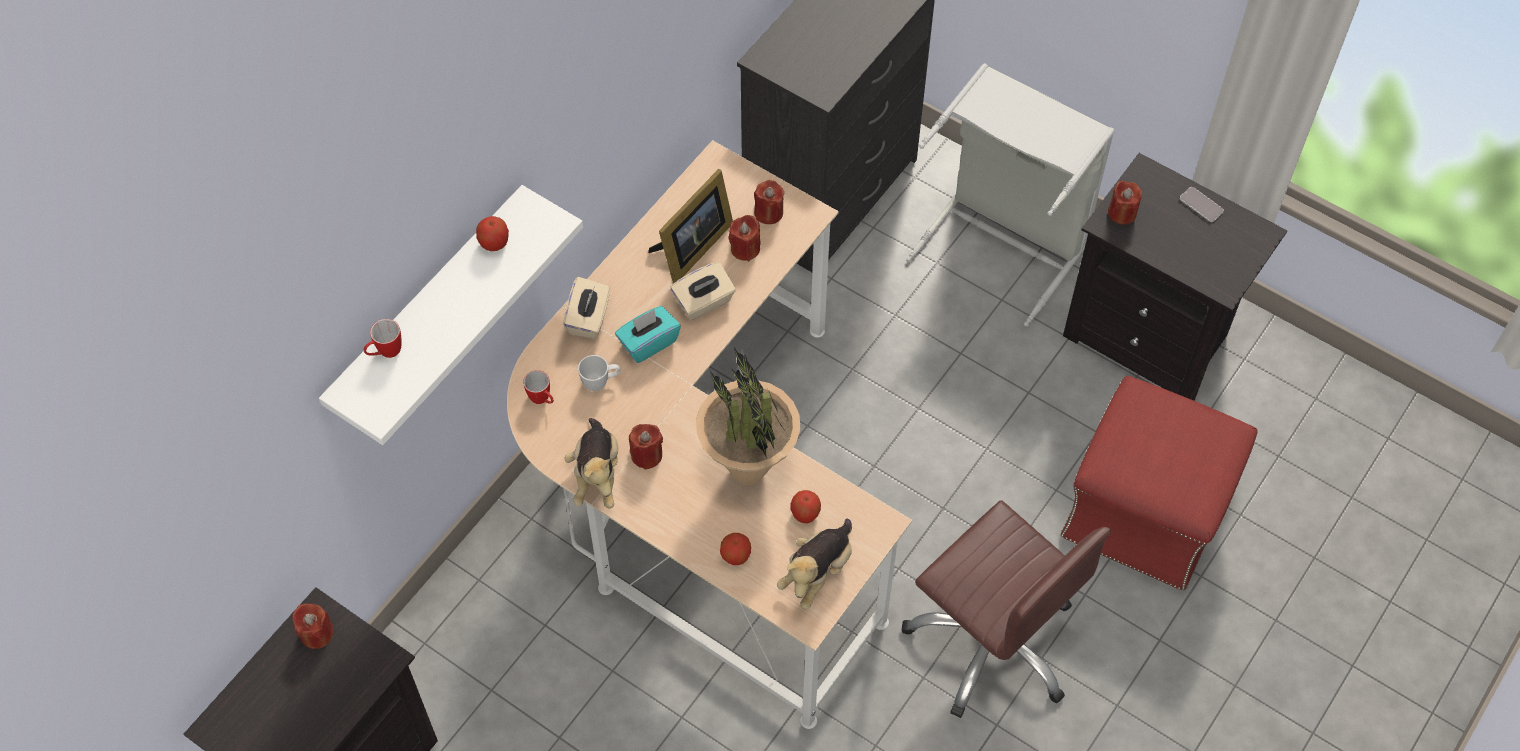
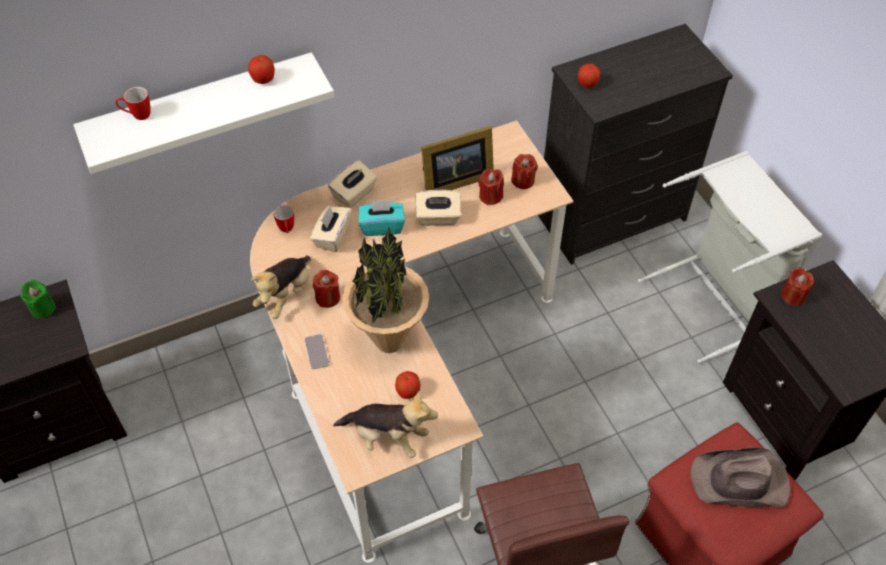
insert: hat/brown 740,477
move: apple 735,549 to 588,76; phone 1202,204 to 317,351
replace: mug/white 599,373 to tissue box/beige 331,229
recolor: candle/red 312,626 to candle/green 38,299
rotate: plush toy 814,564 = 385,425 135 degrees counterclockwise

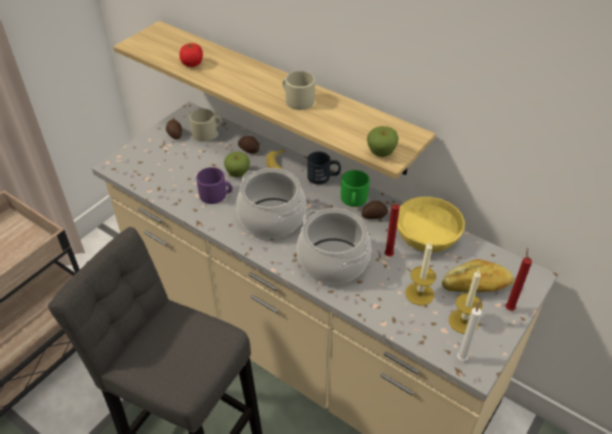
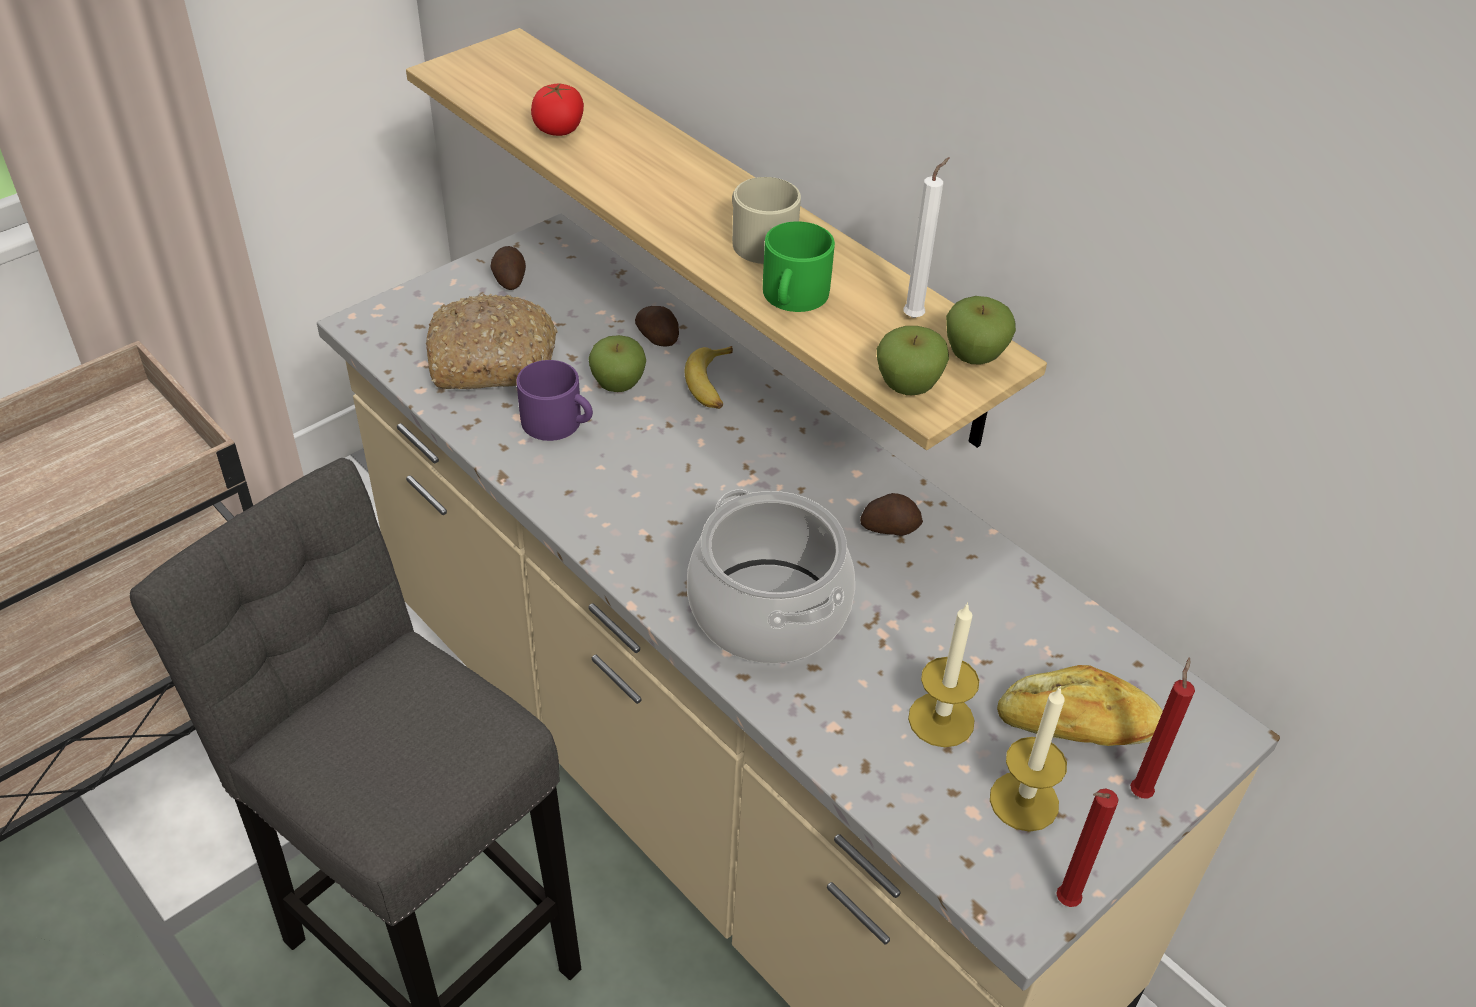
delete: mug/beige 205,125; cooking pot 271,203; mug/black 324,168; bowl/yellow 431,225
insert: bread 492,341; apple 981,330
move: mug/green 355,188 to 799,266; candle/red 392,230 to 1087,848; candle/white 470,330 to 927,237

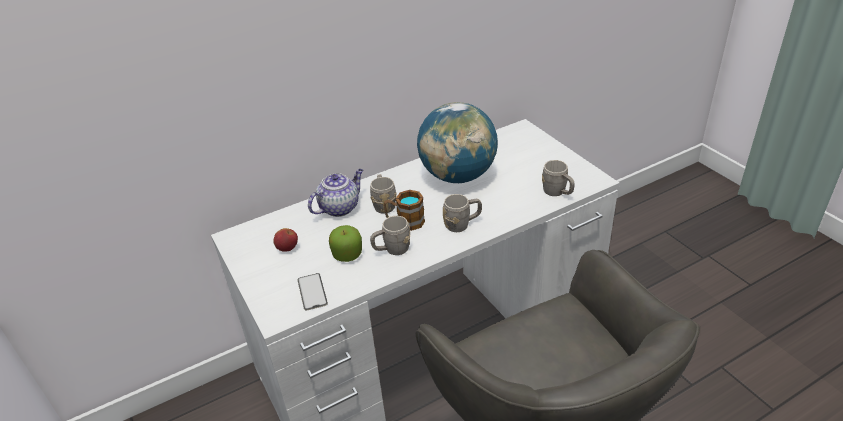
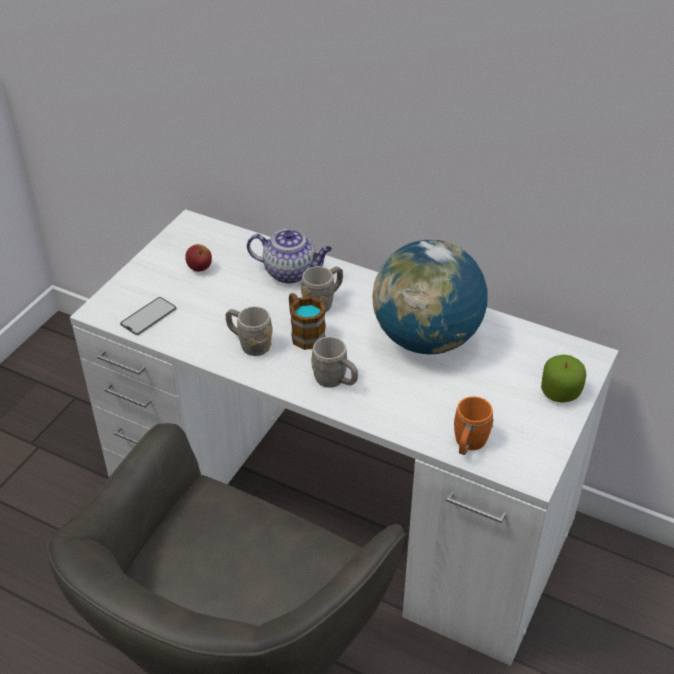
move: apple 345,243 to 563,379
recolor: mug/grey 558,178 to mug/orange 474,425

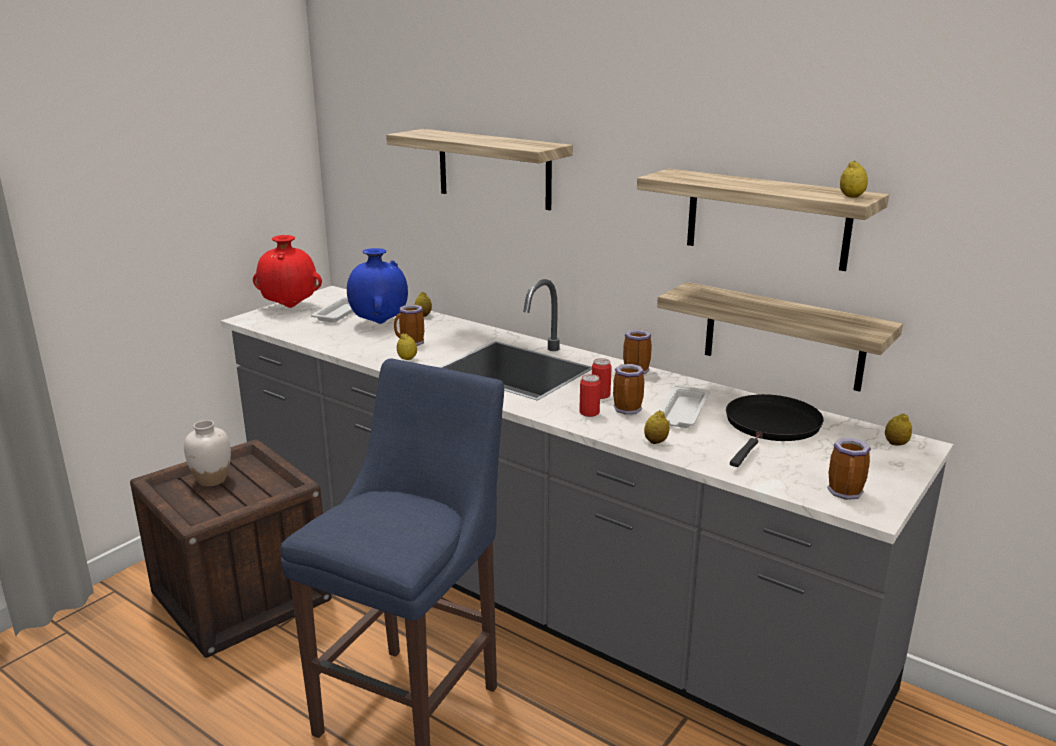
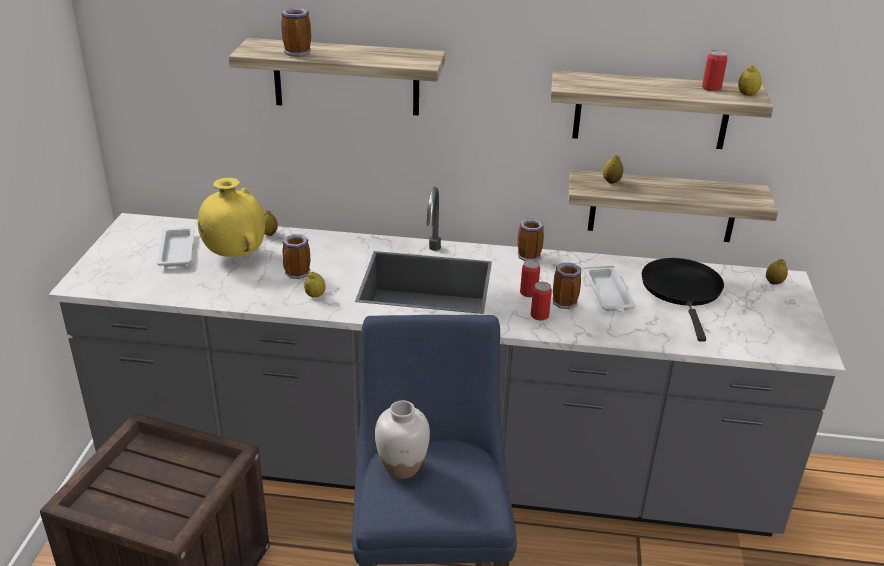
delete: vase/red 287,271
insert: can 714,70
move: vase/white 207,453 to 402,439; lemon 656,427 to 613,169; mug 849,469 to 296,32
recolor: vase/blue 377,286 to vase/yellow 231,217

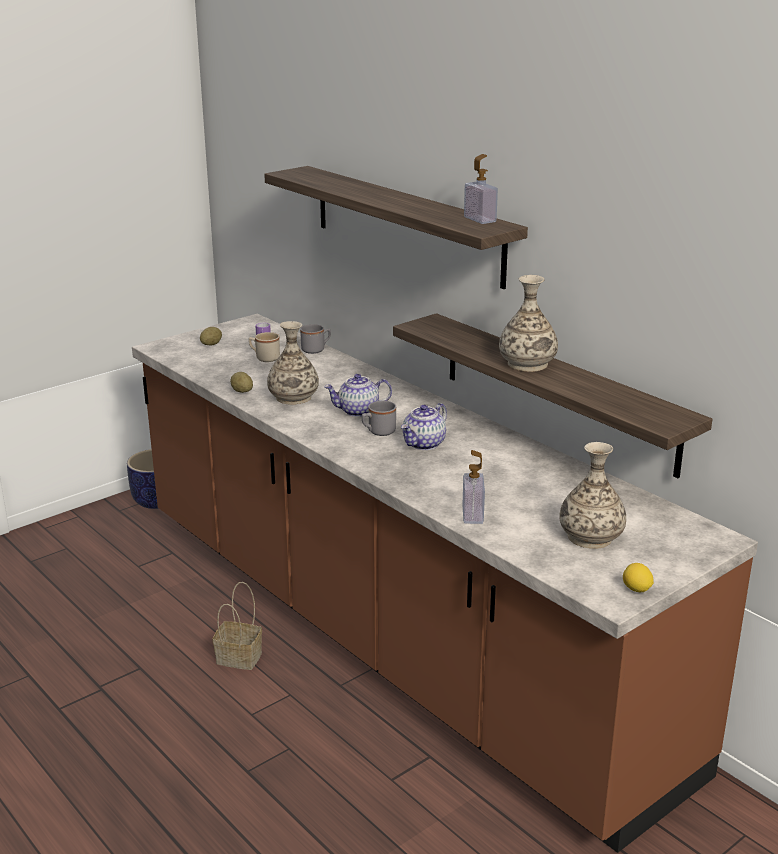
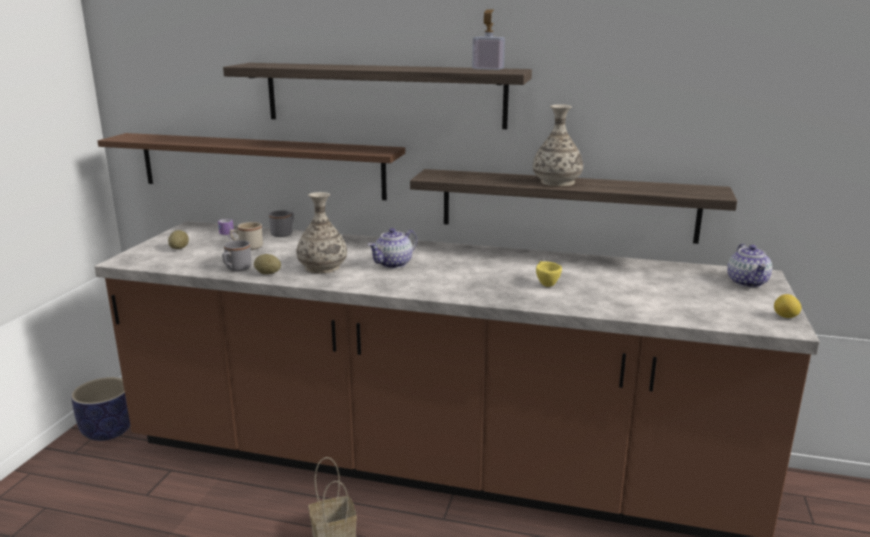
delete: soap dispenser 473,487; vase 592,495
insert: shelf/brown 251,166; cup/yellow 549,274
move: mug/grey 379,418 to 237,255; teapot 424,426 to 749,265

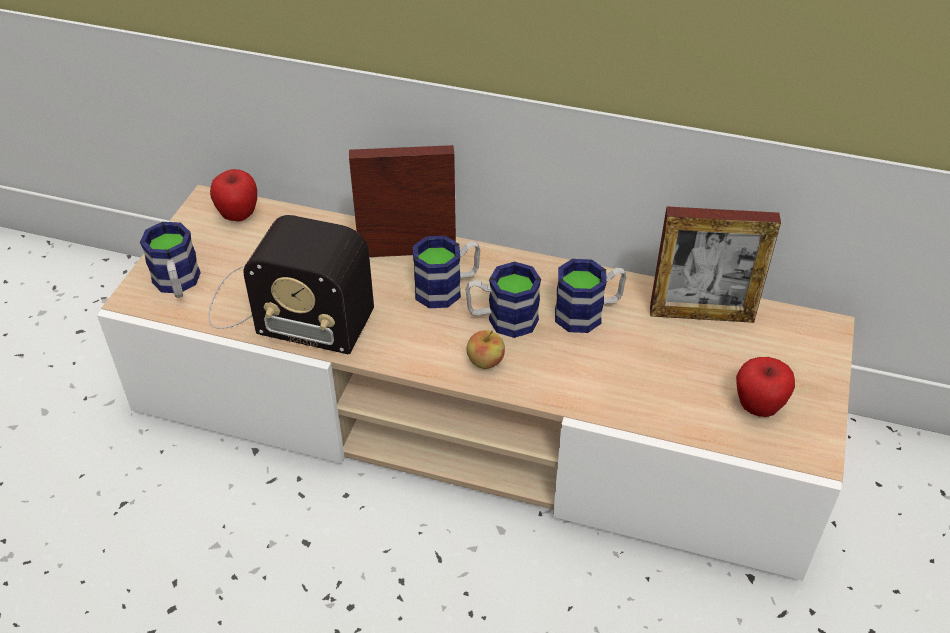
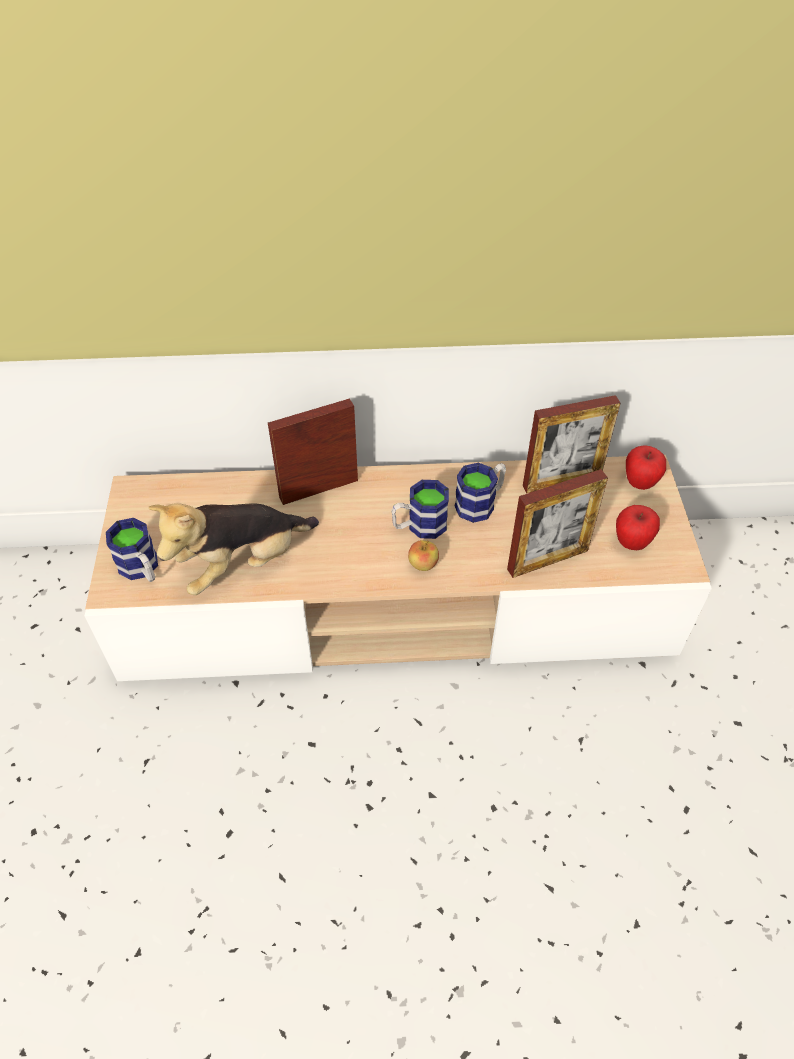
delete: mug 446,272
insert: picture frame 557,523
move: apple 233,195 to 646,467
replace: radio 291,284 to plush toy 233,549

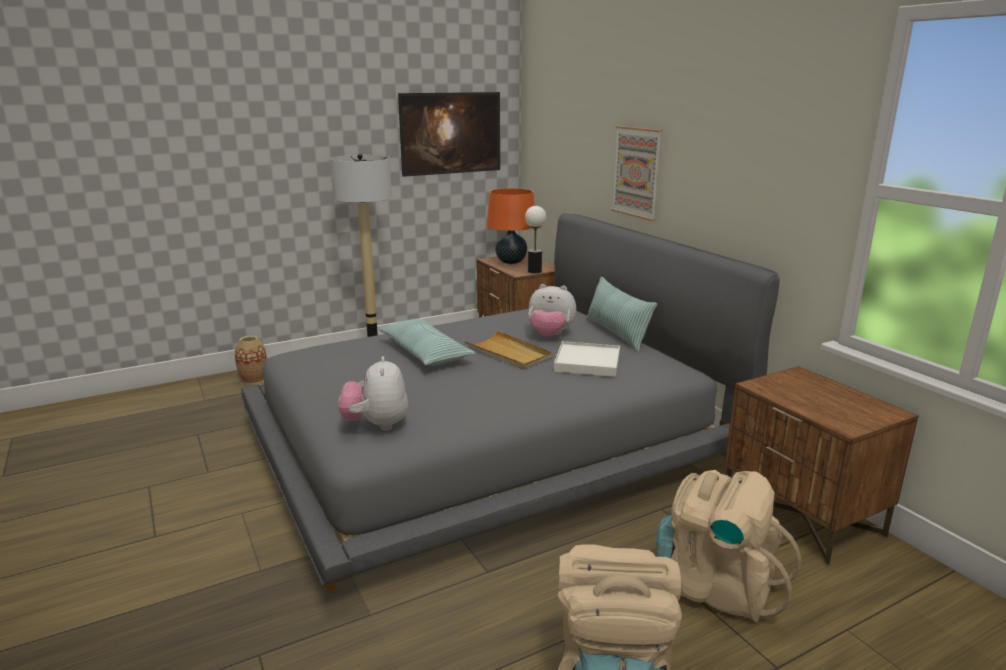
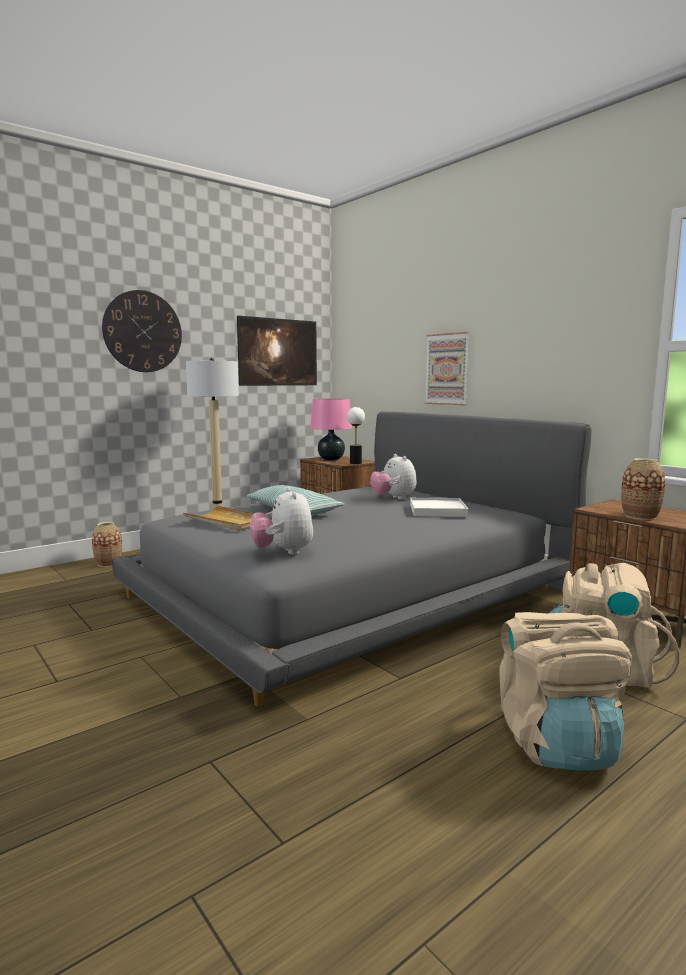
delete: pillow 621,314
insert: wall clock 142,331; vase 643,489
move: tray/beige 508,350 to 218,518
recolor: table lamp/orange 511,226 to table lamp/pink 331,429
rotate: plush toy 552,310 = 393,477 60 degrees clockwise

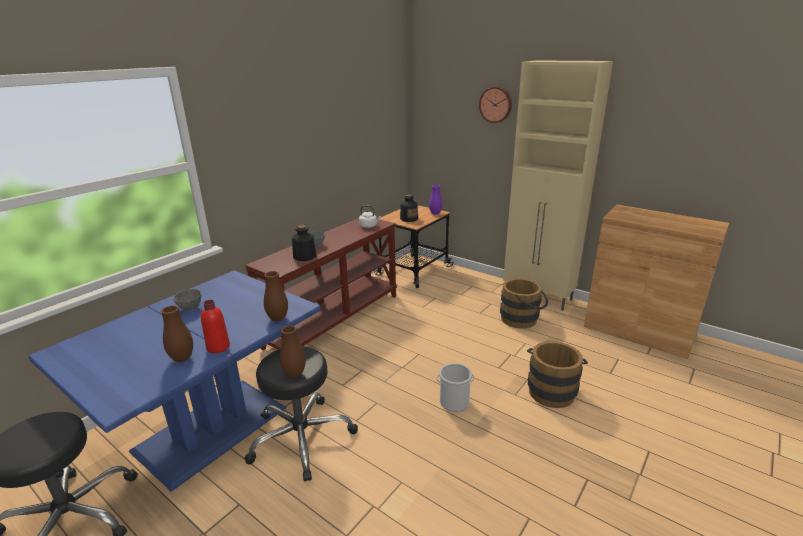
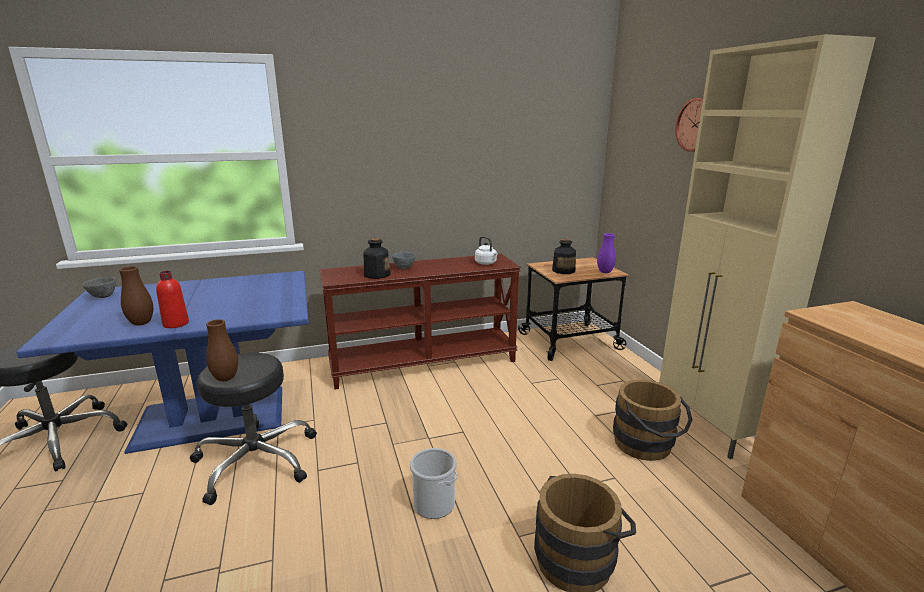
delete: vase/brown 276,296
move: bowl/grey 187,300 to 99,287

